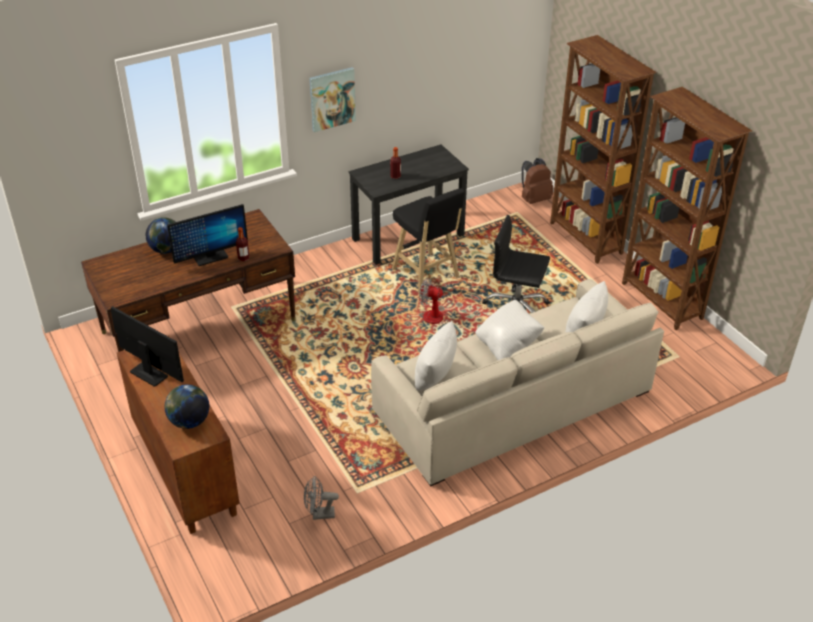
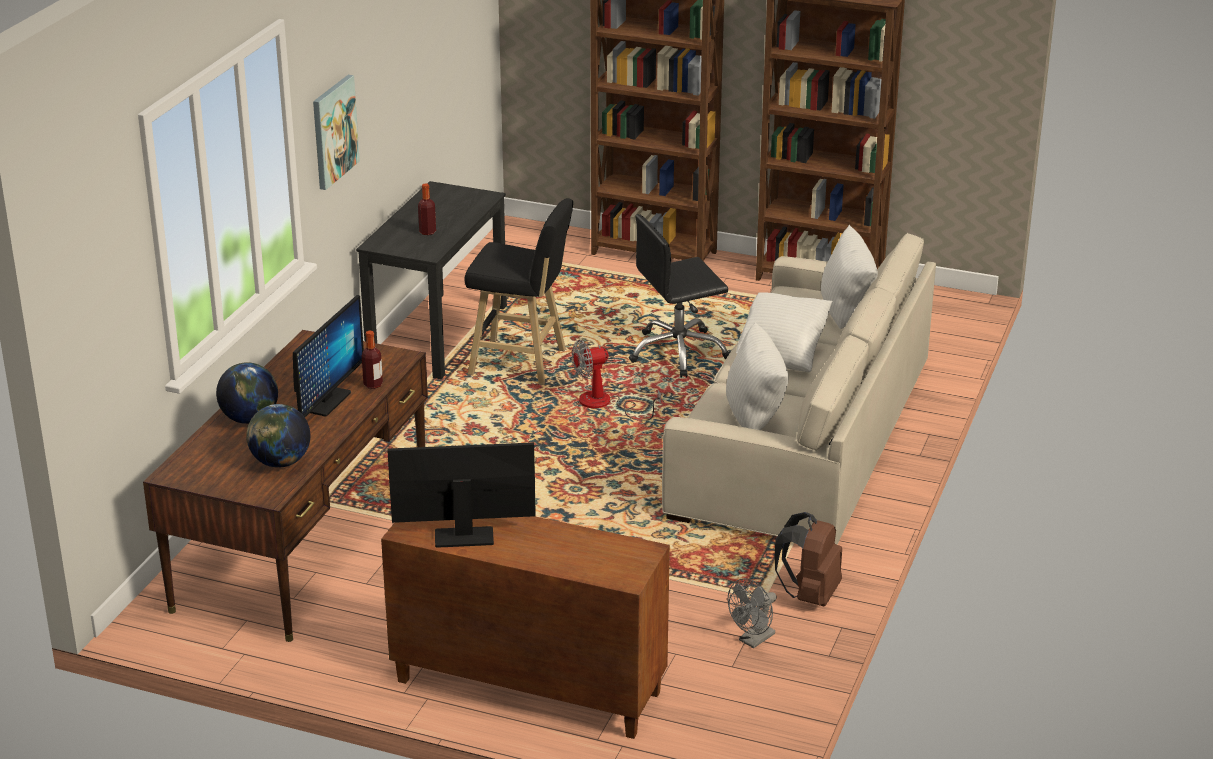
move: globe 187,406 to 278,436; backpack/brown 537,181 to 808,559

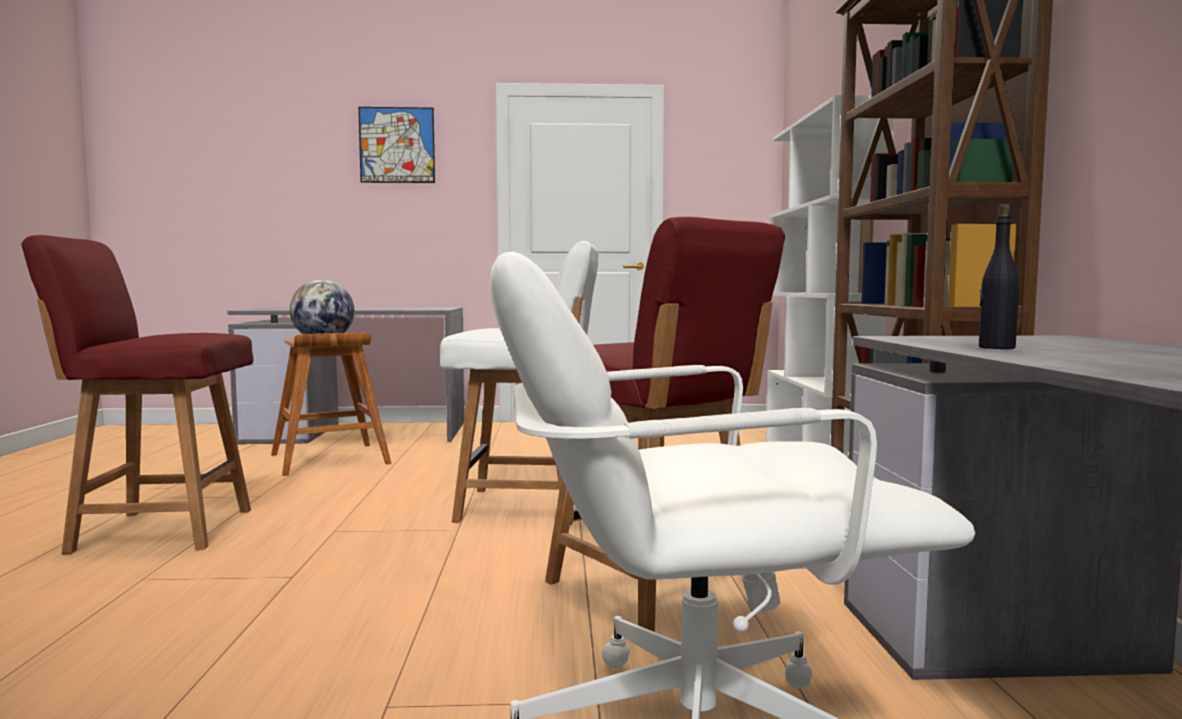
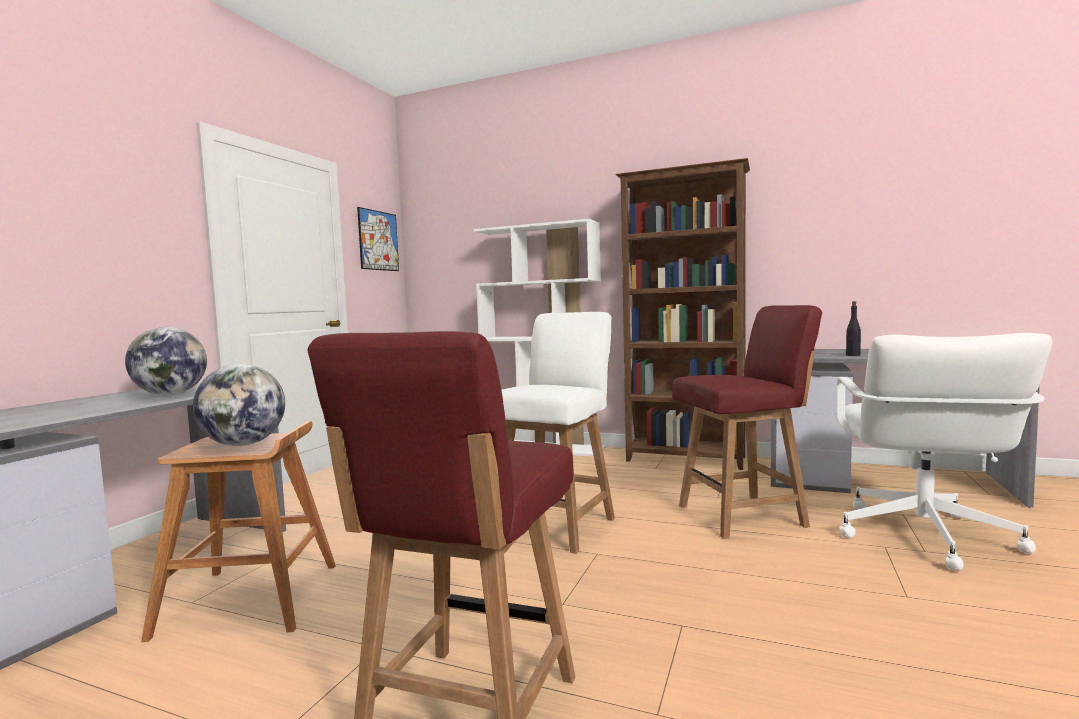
insert: globe 166,361
move: picture 396,145 to 378,239

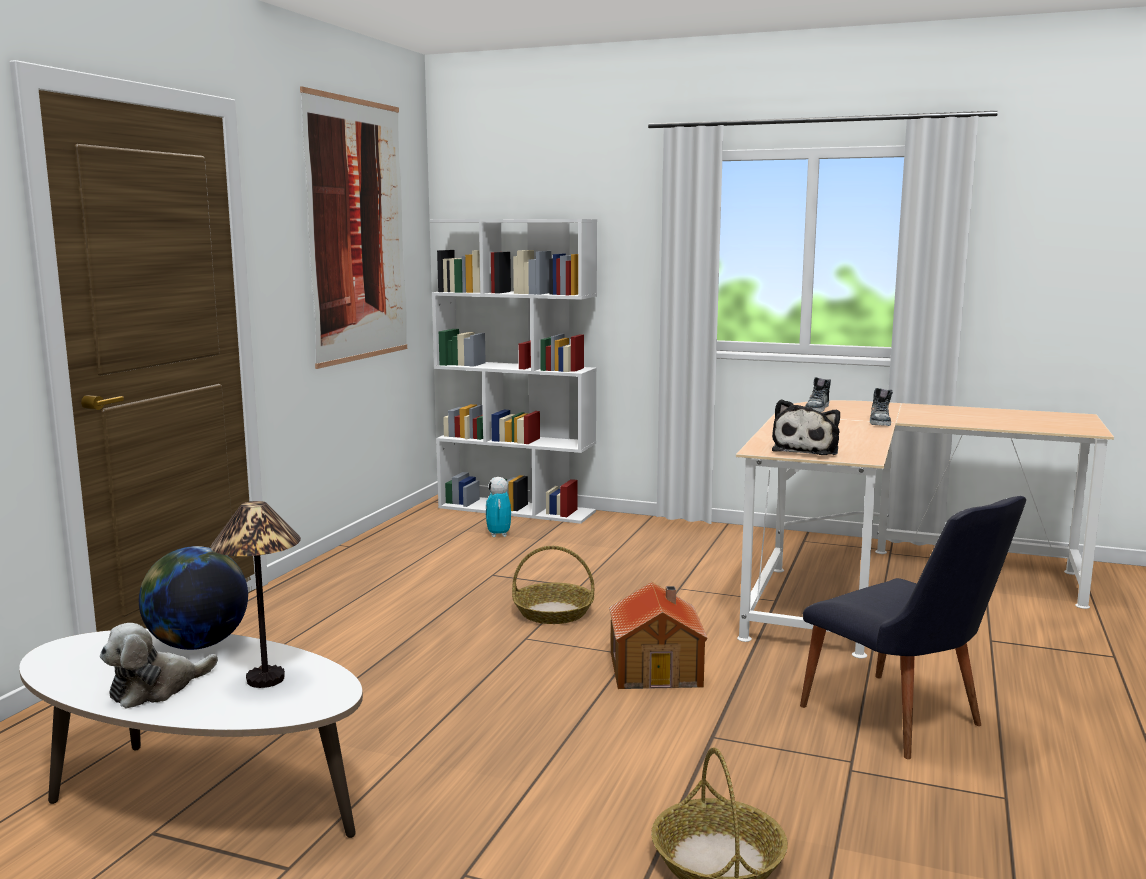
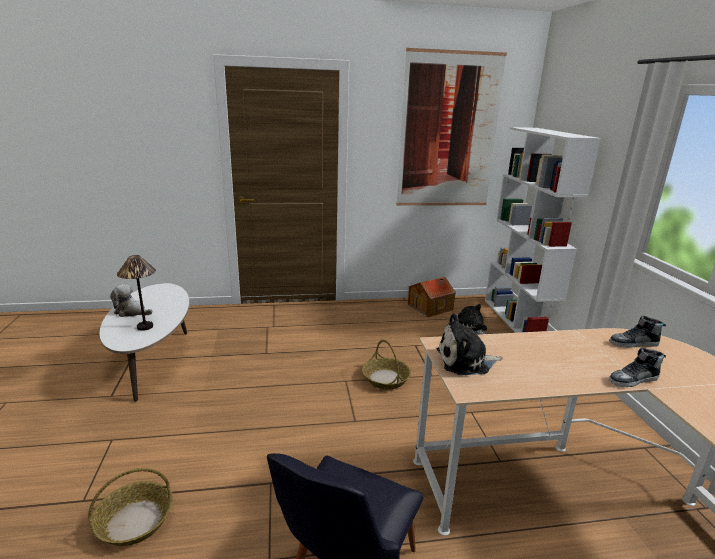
delete: globe 193,598
move: toy house 658,635 to 432,297
replace: toy robot 498,507 to plush toy 472,319

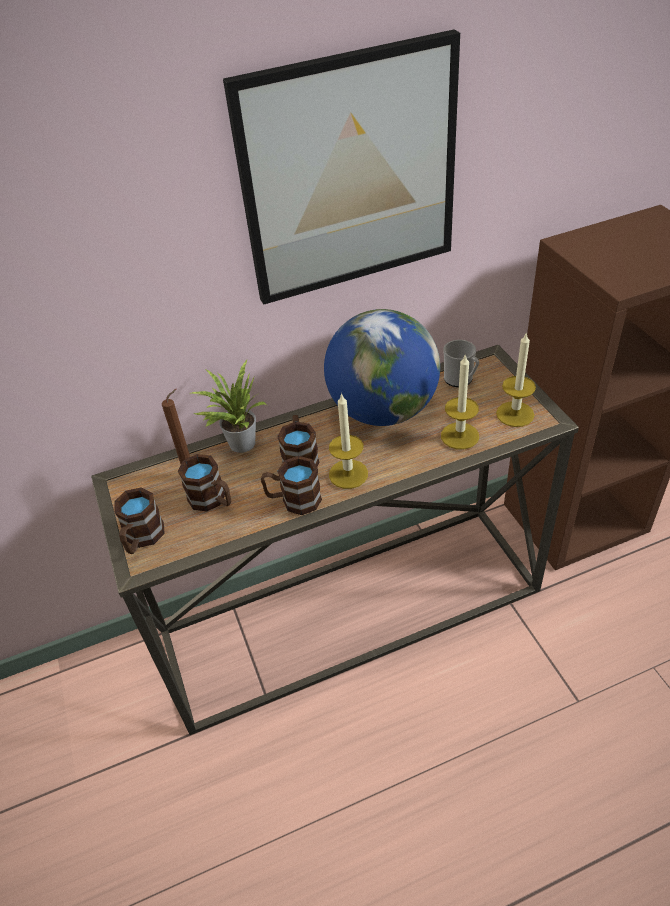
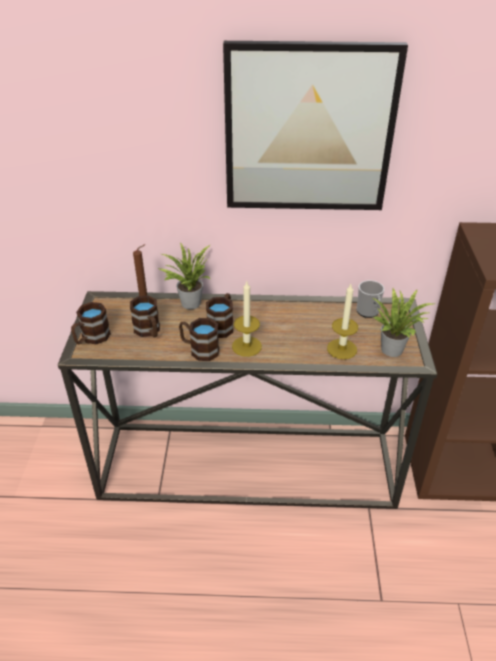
delete: globe 382,367
replace: candle 516,379 to potted plant 403,323

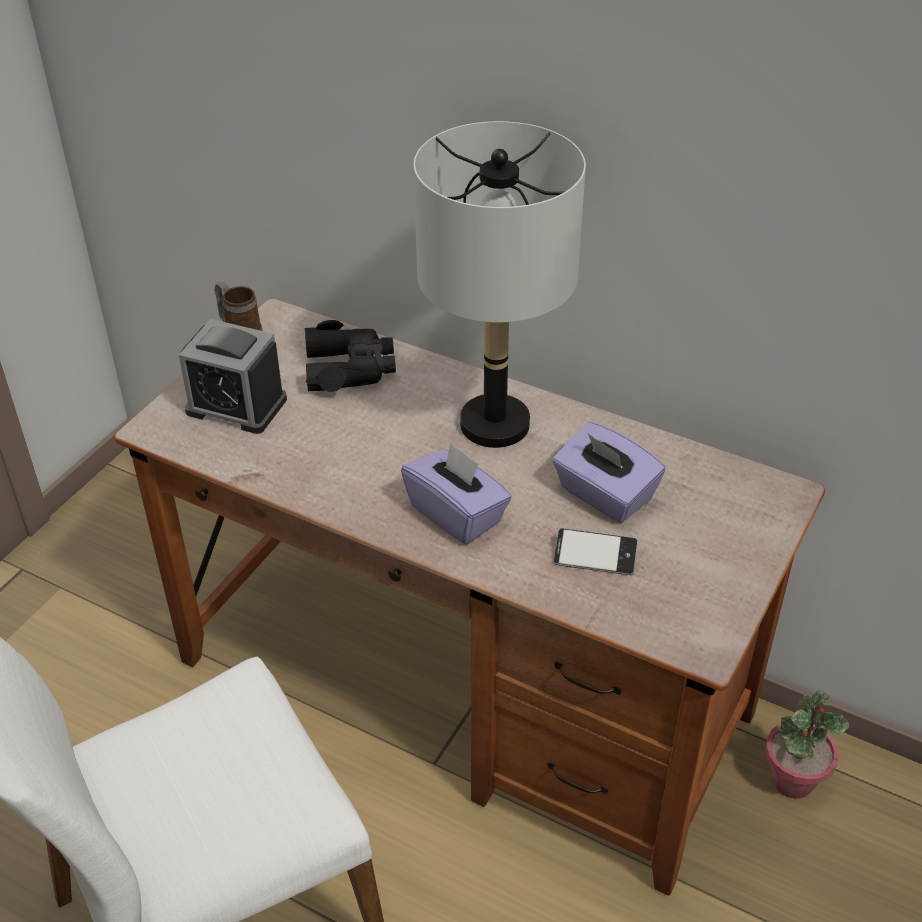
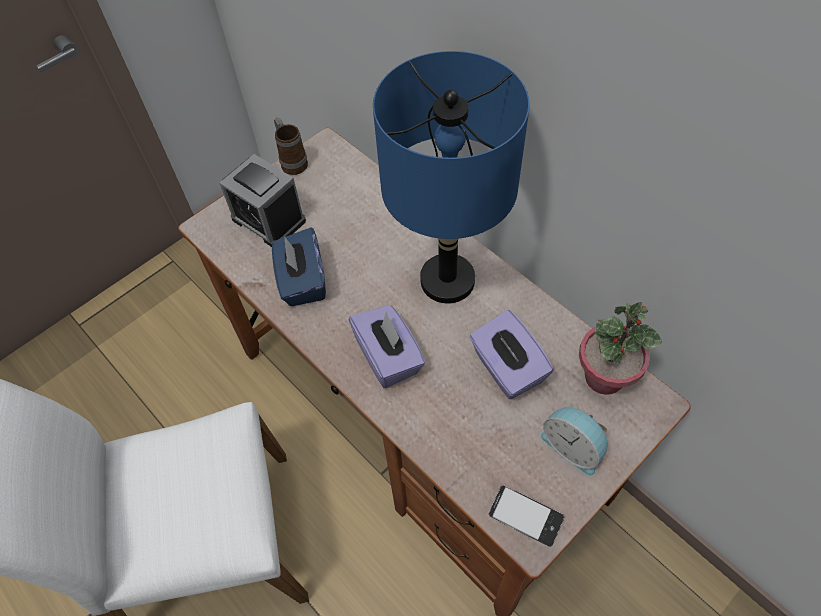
delete: binoculars/black 350,356
insert: tissue box/blue 299,266; alarm clock 574,442
move: phone 596,551 to 526,516; potted plant 807,744 to 620,348
recolor: table lamp/grey 500,284 to table lamp/blue 451,177

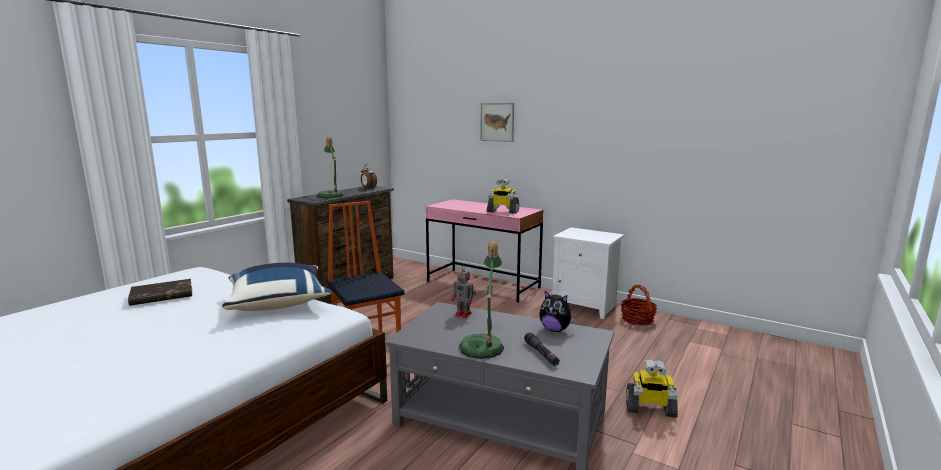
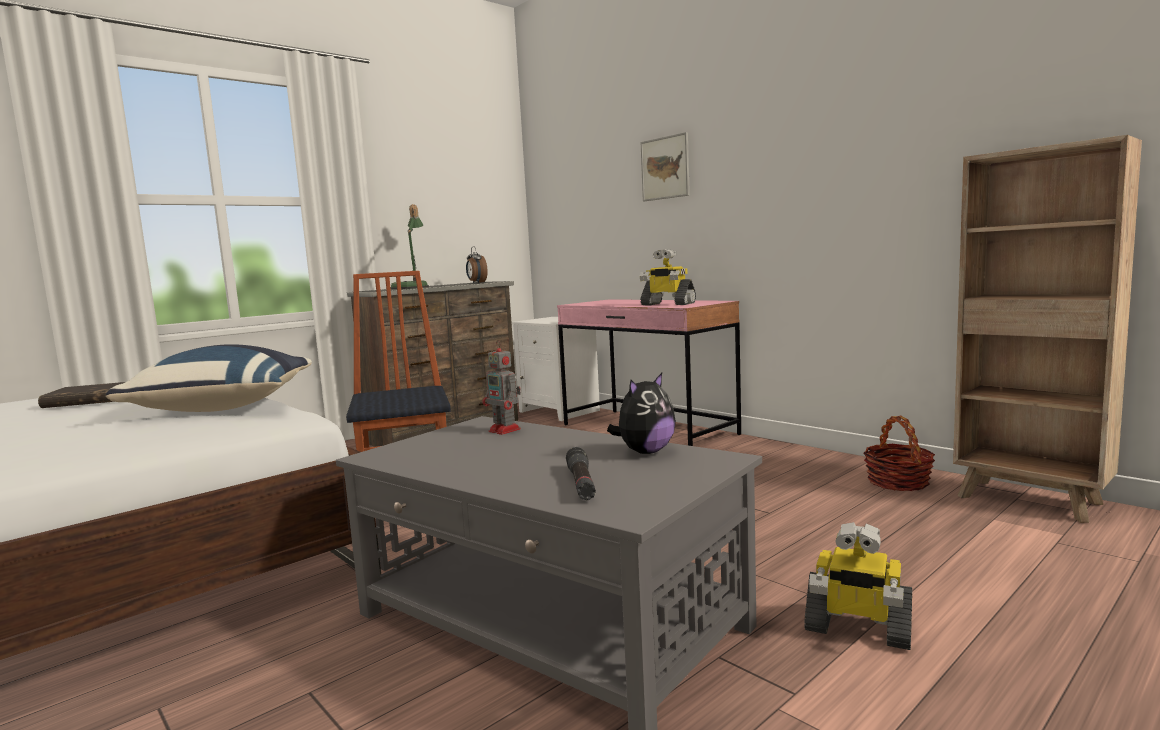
delete: table lamp 481,300
insert: bookcase/brown 1047,329
move: nightstand/white 588,273 to 556,369
rotate: plush toy 557,311 = 641,413 90 degrees counterclockwise

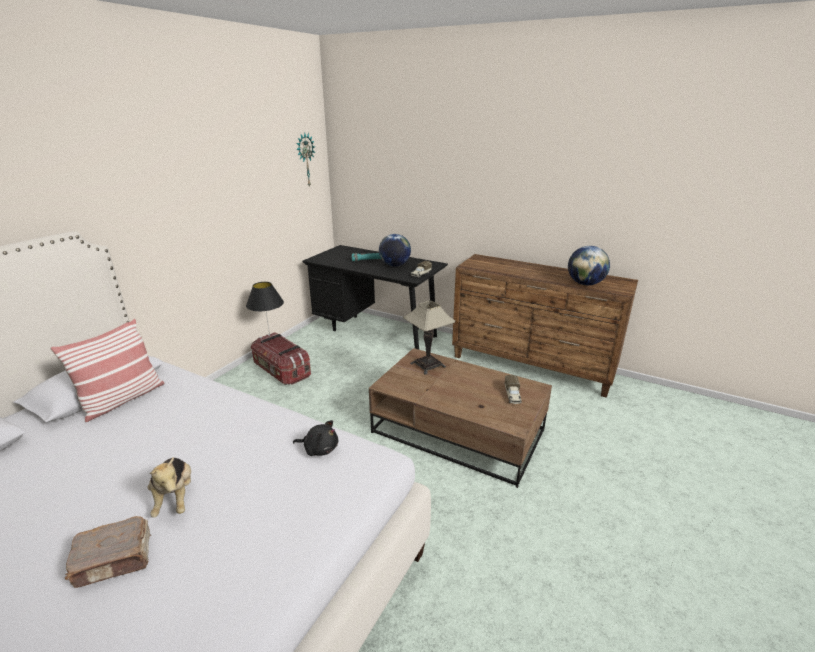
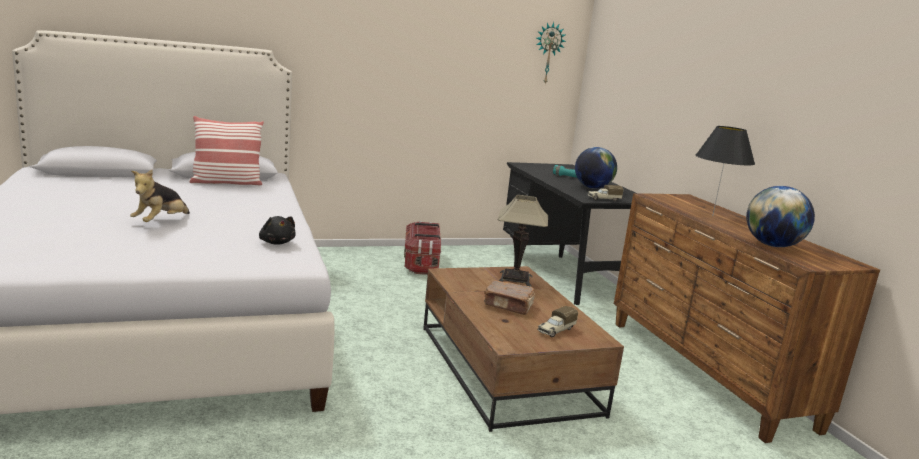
move: book/brown 108,552 to 509,297; table lamp/black 265,309 to 725,171

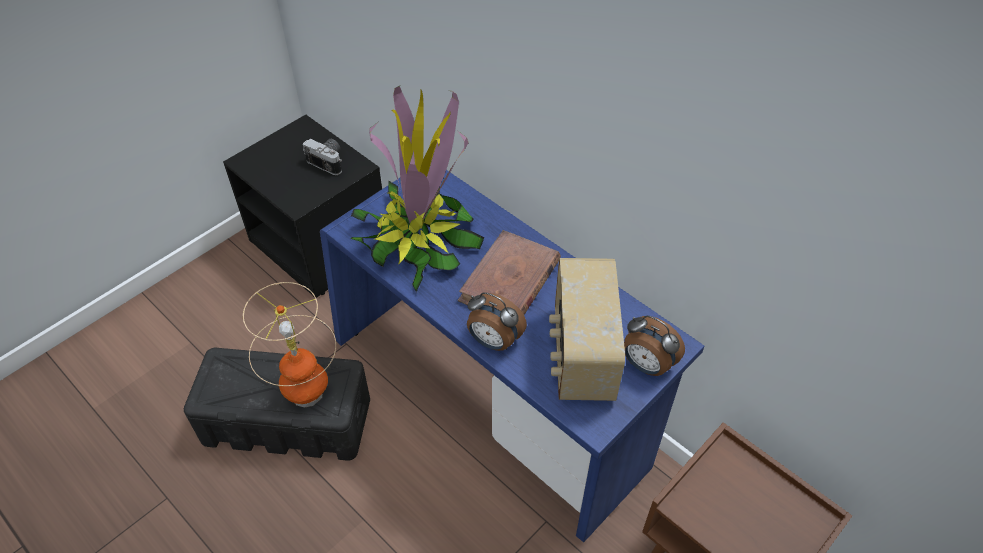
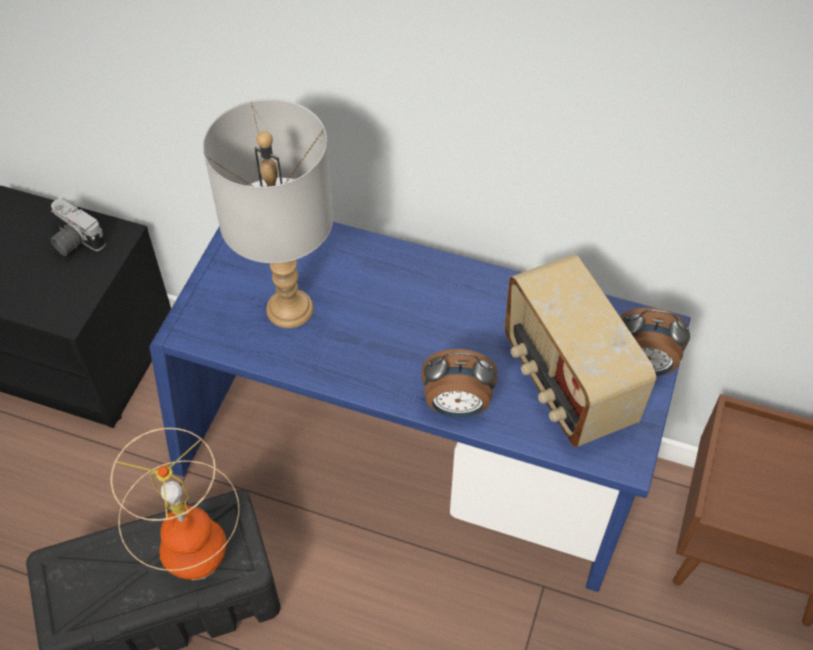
delete: book/brown 509,272
replace: potted plant 417,189 to table lamp/grey 268,213
rotate: photo camera 322,157 = 78,227 150 degrees counterclockwise

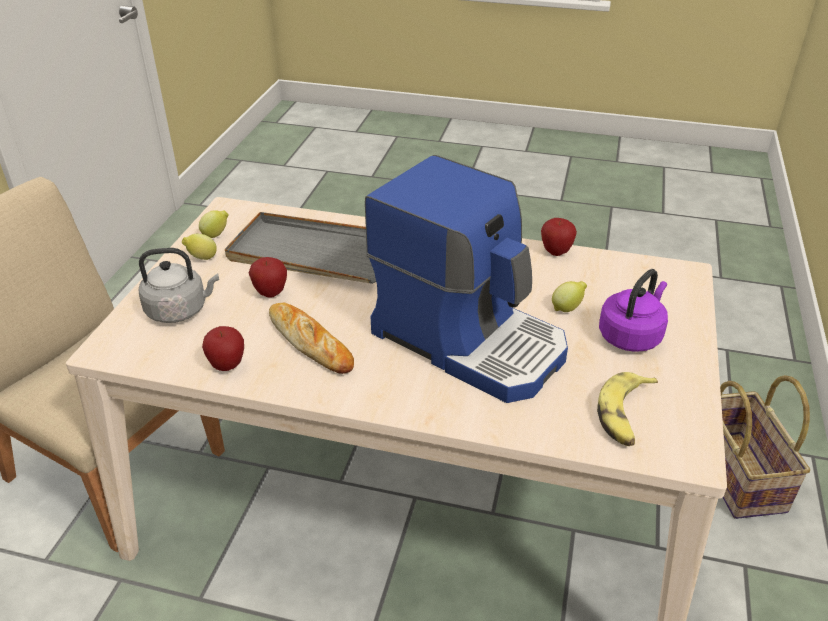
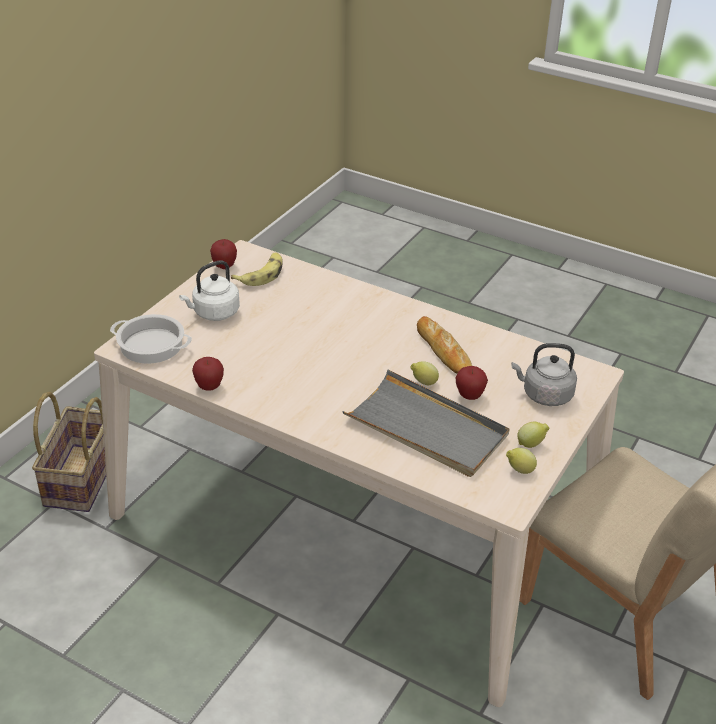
delete: coffee machine 466,279
insert: cooking pot 151,339
move: apple 223,348 to 223,254; lemon 569,296 to 425,373
recolor: kettle/purple 633,310 to kettle/white 209,290

